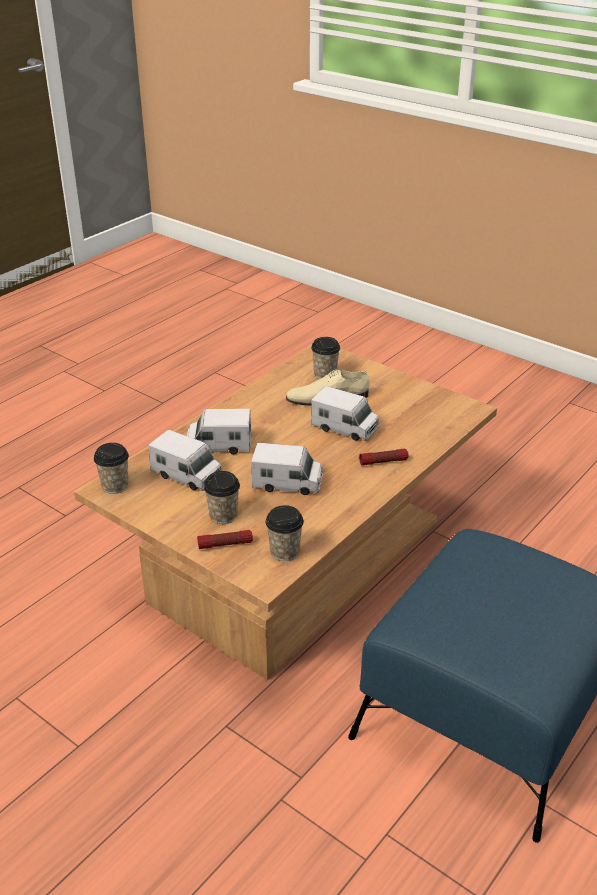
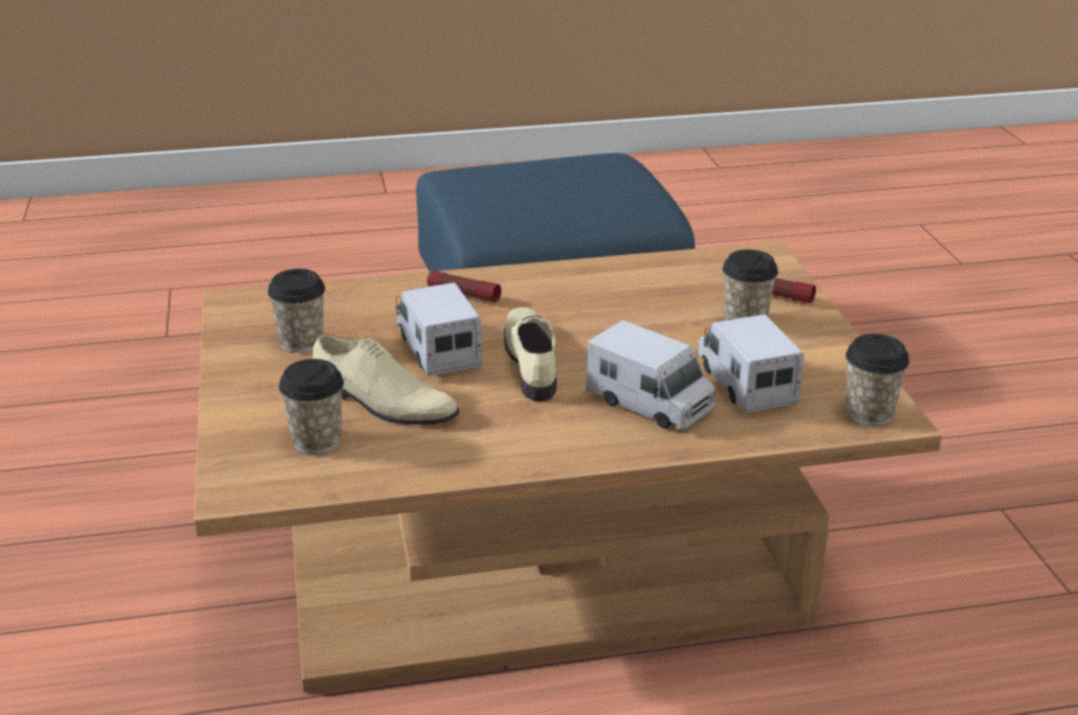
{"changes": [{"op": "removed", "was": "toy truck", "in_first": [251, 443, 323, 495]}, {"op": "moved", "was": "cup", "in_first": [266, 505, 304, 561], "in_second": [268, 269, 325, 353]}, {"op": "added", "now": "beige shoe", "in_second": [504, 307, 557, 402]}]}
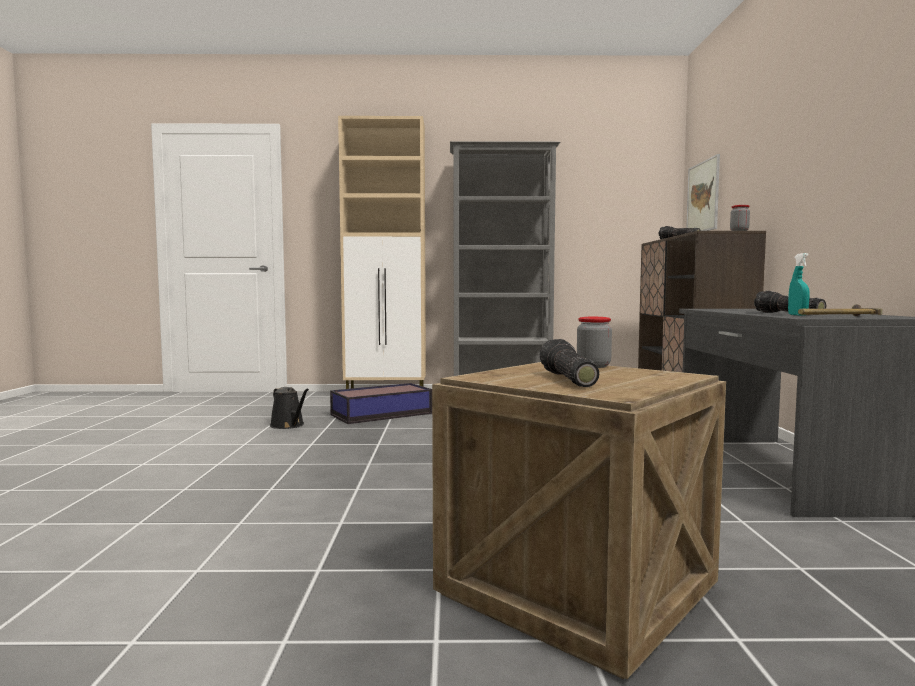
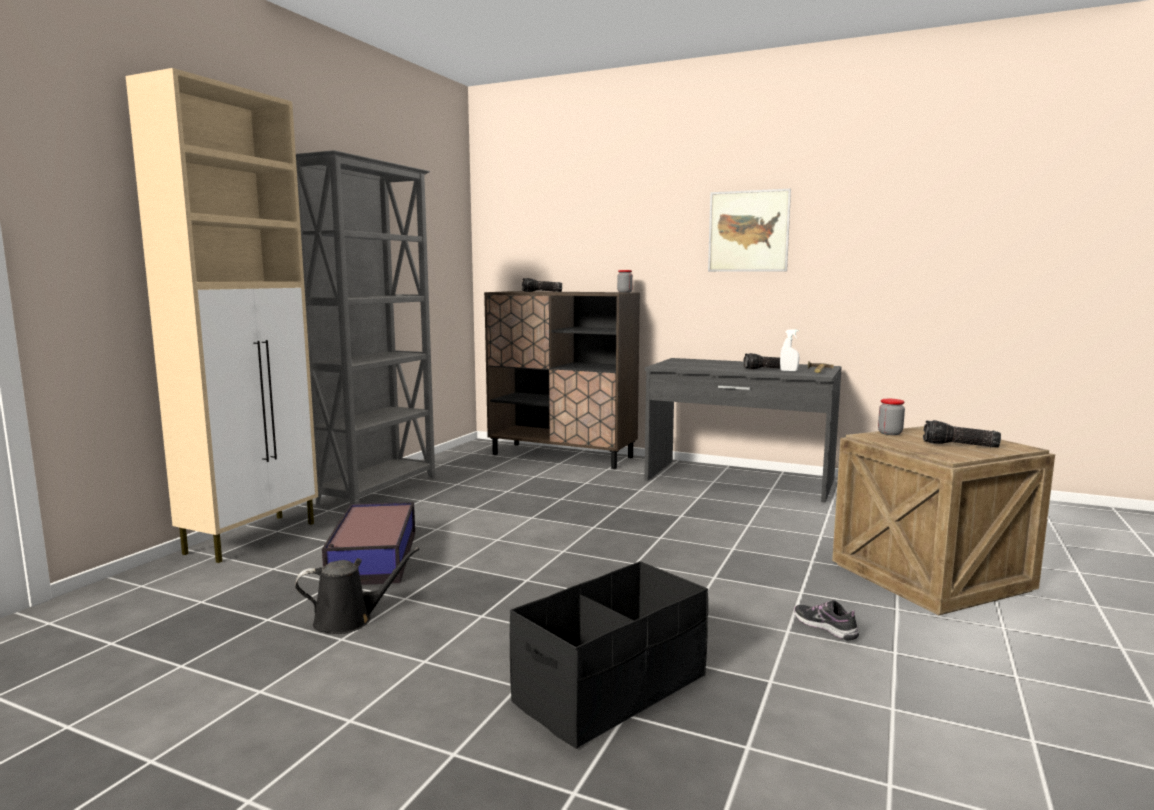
{"changes": [{"op": "moved", "was": "picture", "in_first": [686, 154, 720, 231], "in_second": [708, 189, 791, 272]}, {"op": "recoloured", "was": "turquoise spray bottle", "now": "white spray bottle", "in_first": [788, 253, 810, 316], "in_second": [780, 330, 799, 372]}, {"op": "added", "now": "black storage box", "in_second": [510, 561, 708, 749]}, {"op": "added", "now": "shoe", "in_second": [794, 600, 859, 641]}]}
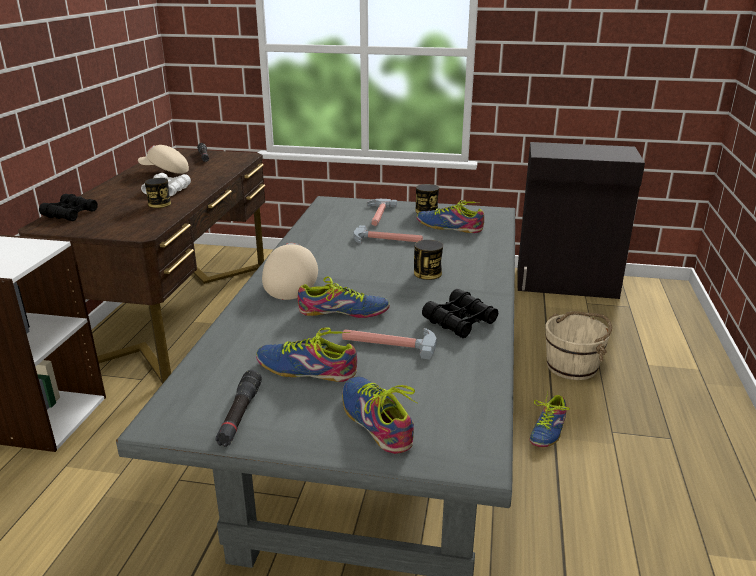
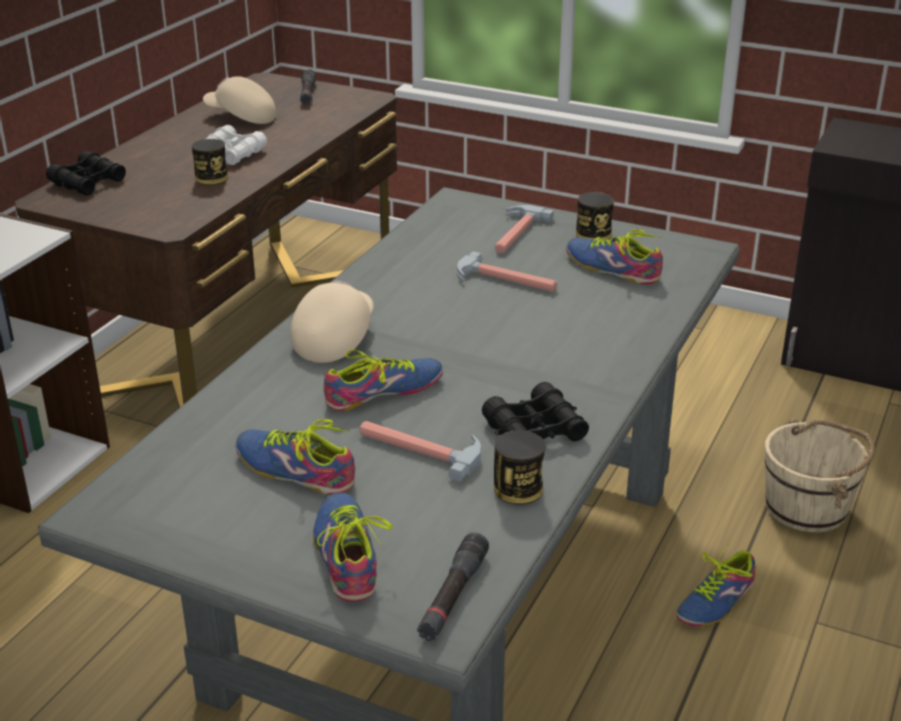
{"changes": [{"op": "moved", "was": "can", "in_first": [414, 240, 443, 280], "in_second": [494, 430, 545, 505]}, {"op": "turned", "was": "shoe", "in_first": [298, 277, 390, 318], "in_second": [324, 350, 443, 411], "clockwise": -45}, {"op": "moved", "was": "black flashlight", "in_first": [215, 370, 262, 447], "in_second": [417, 532, 489, 641]}]}
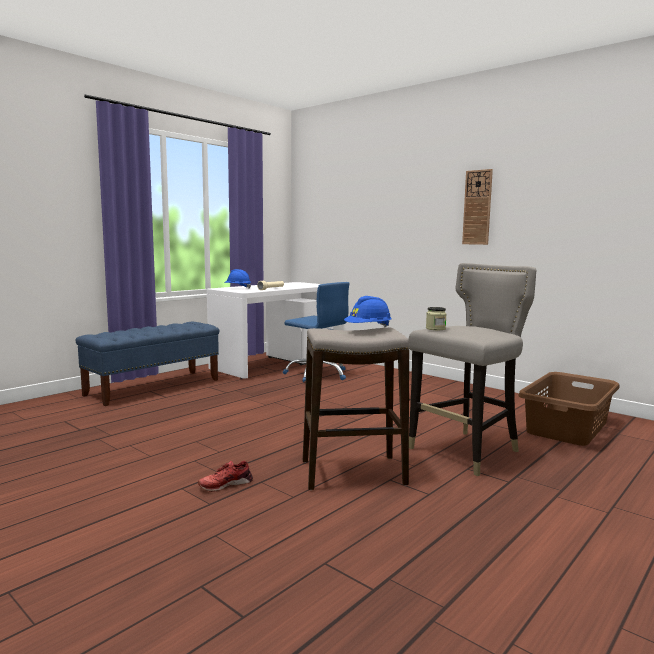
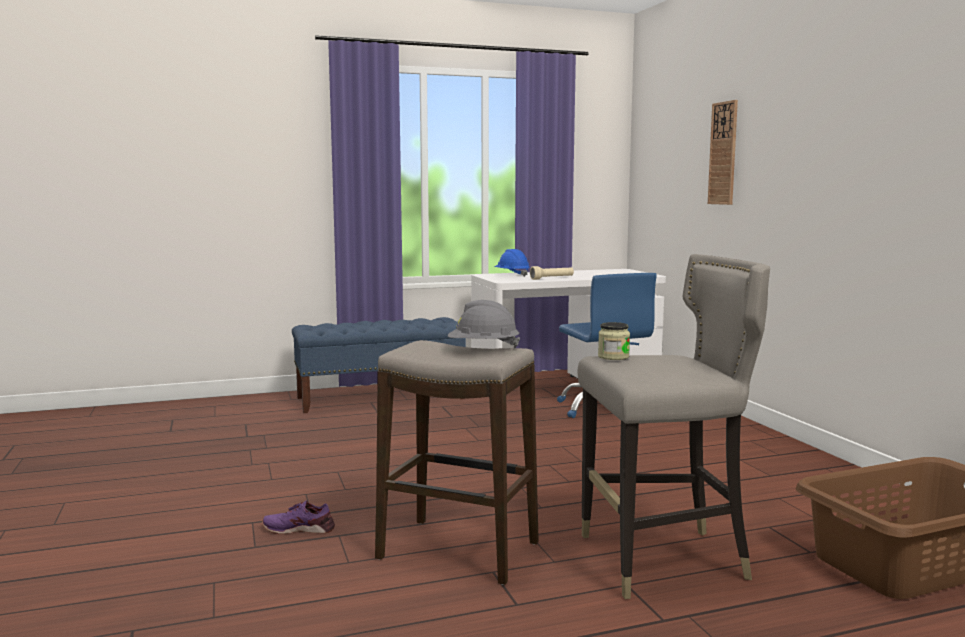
{"changes": [{"op": "moved", "was": "wall clock", "in_first": [462, 169, 493, 245], "in_second": [708, 100, 738, 205]}, {"op": "recoloured", "was": "blue hard hat", "now": "grey hard hat", "in_first": [344, 296, 392, 328], "in_second": [448, 300, 520, 348]}, {"op": "recoloured", "was": "red shoe", "now": "purple shoe", "in_first": [198, 461, 253, 492], "in_second": [263, 500, 335, 534]}]}
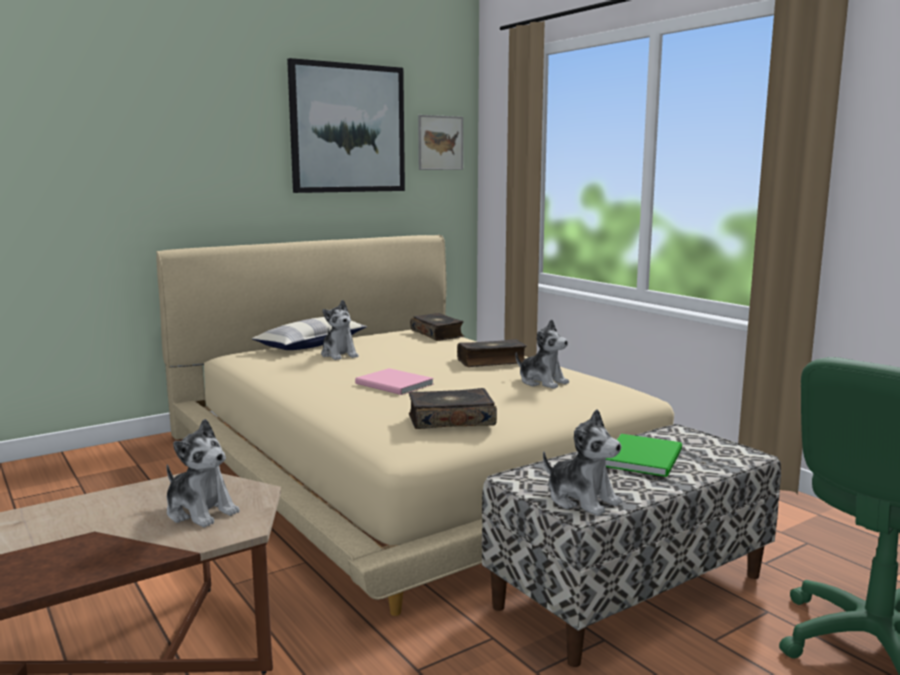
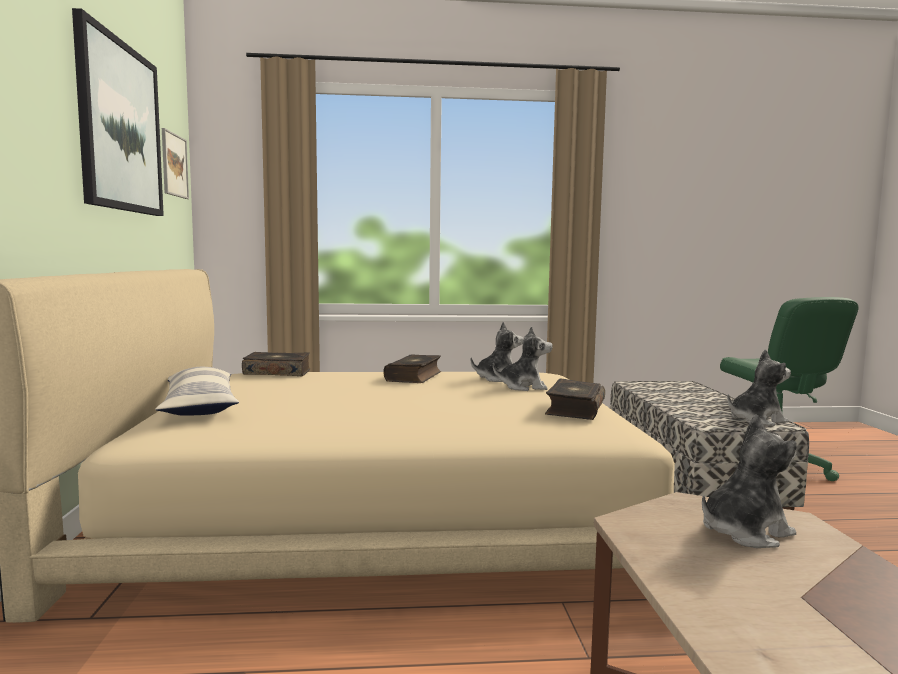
{"changes": [{"op": "moved", "was": "plush toy", "in_first": [321, 300, 358, 360], "in_second": [493, 326, 553, 391]}, {"op": "removed", "was": "pink book", "in_first": [355, 368, 434, 395]}, {"op": "removed", "was": "green book", "in_first": [605, 434, 682, 477]}]}
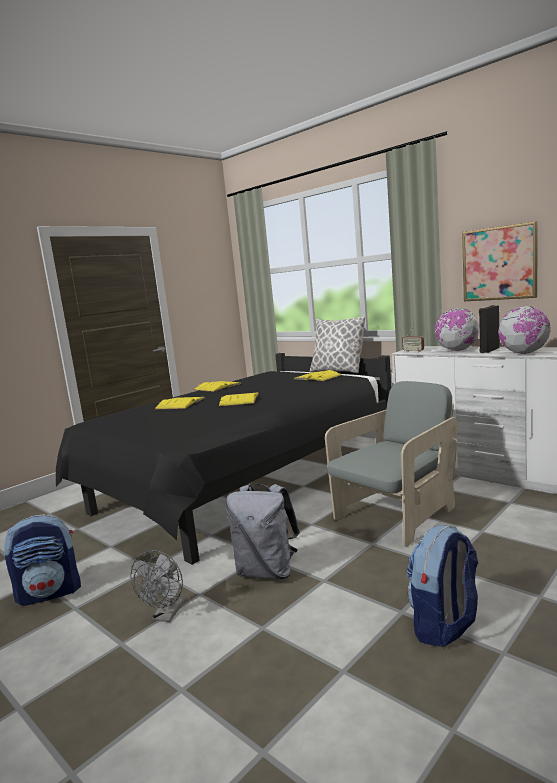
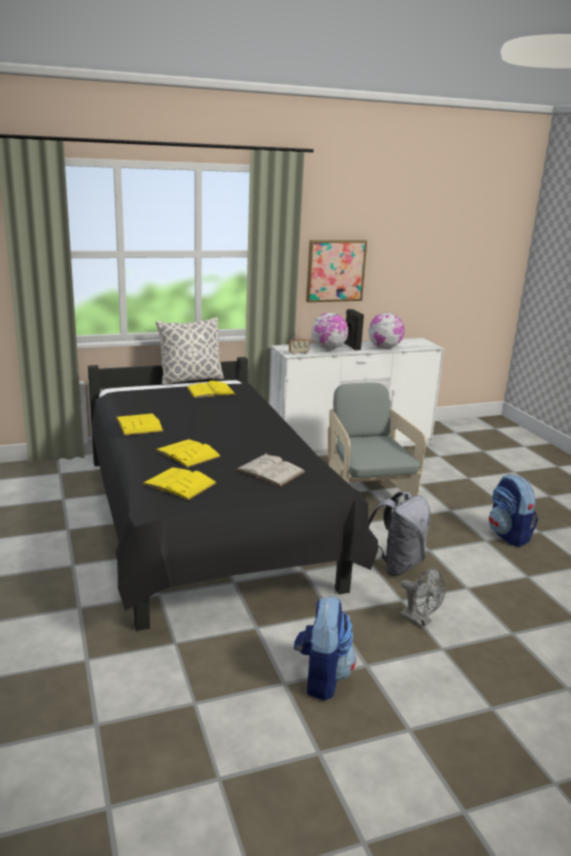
{"changes": [{"op": "moved", "was": "yellow book", "in_first": [218, 392, 259, 407], "in_second": [142, 467, 217, 500]}, {"op": "added", "now": "white book", "in_second": [235, 453, 305, 487]}]}
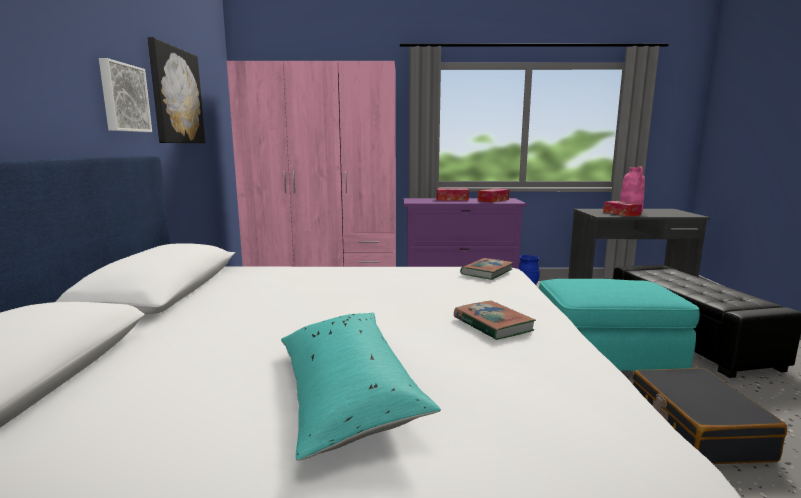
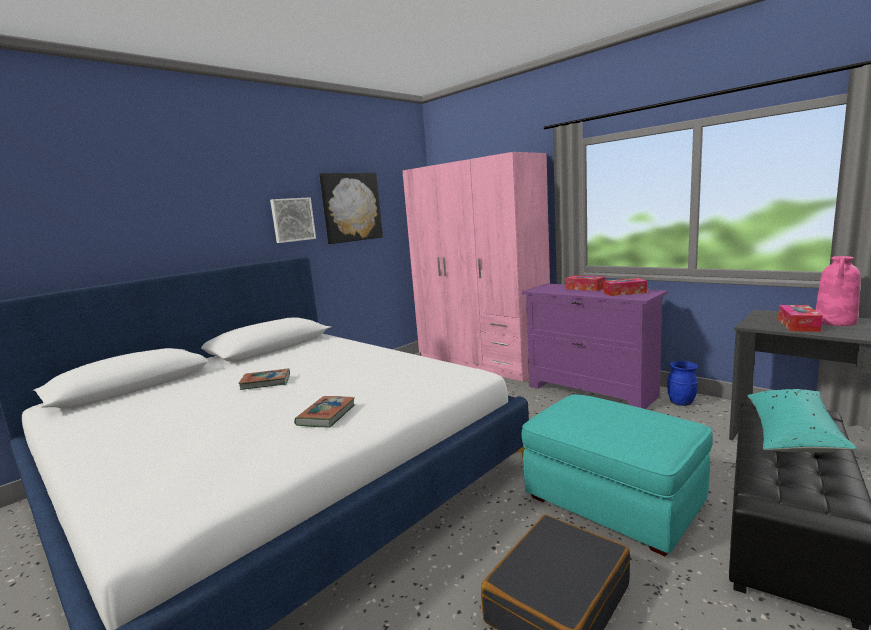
{"changes": [{"op": "moved", "was": "book", "in_first": [460, 258, 513, 280], "in_second": [238, 368, 290, 390]}, {"op": "moved", "was": "turquoise pillow", "in_first": [281, 313, 441, 461], "in_second": [747, 389, 857, 453]}]}
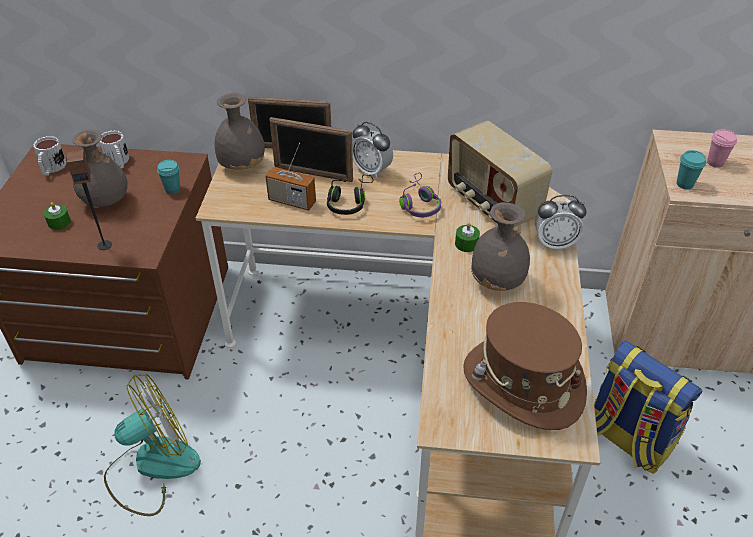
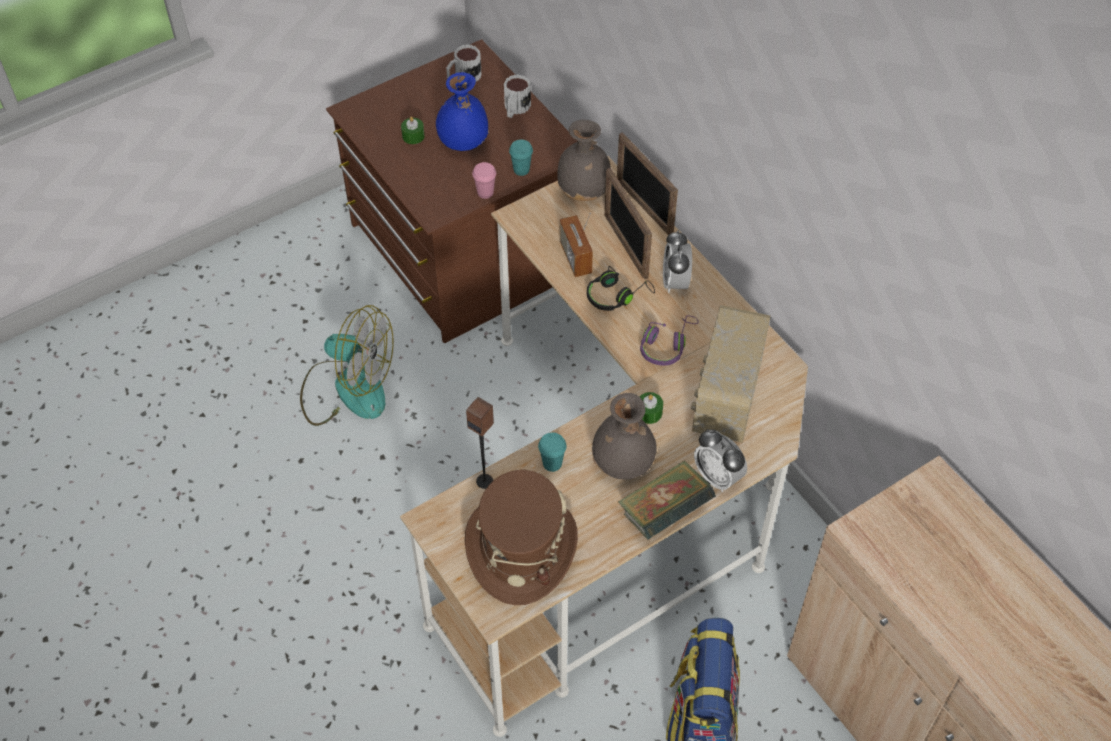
{"changes": [{"op": "recoloured", "was": "grey vase", "now": "blue vase", "in_first": [72, 129, 128, 208], "in_second": [436, 72, 489, 151]}, {"op": "moved", "was": "pink cup", "in_first": [707, 129, 737, 168], "in_second": [472, 162, 496, 199]}, {"op": "moved", "was": "speaker", "in_first": [67, 150, 112, 250], "in_second": [466, 397, 494, 489]}, {"op": "moved", "was": "turquoise cup", "in_first": [677, 150, 706, 189], "in_second": [538, 432, 567, 472]}, {"op": "added", "now": "book", "in_second": [618, 461, 716, 540]}]}
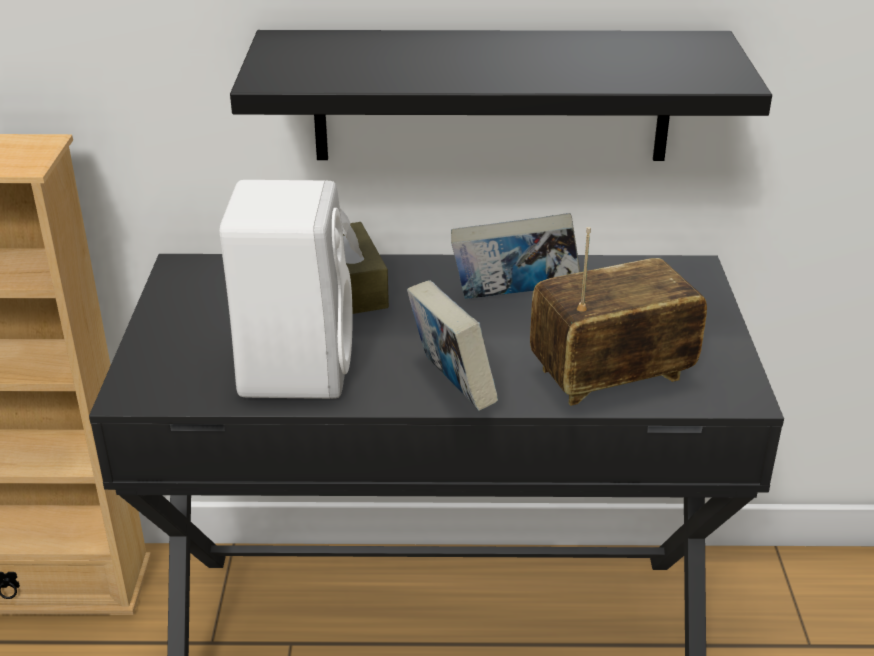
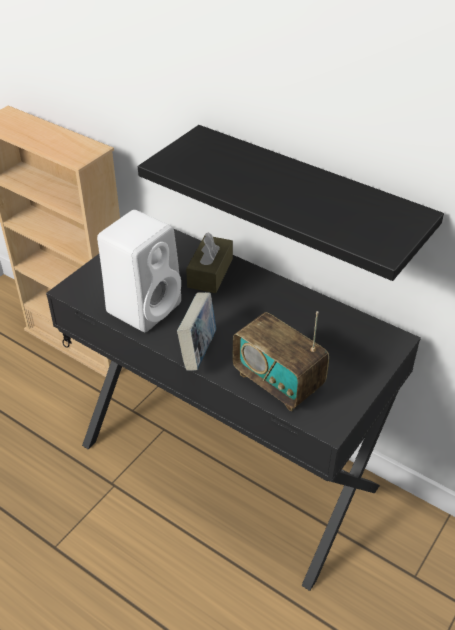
{"changes": [{"op": "removed", "was": "book", "in_first": [451, 213, 580, 299]}, {"op": "turned", "was": "radio", "in_first": [530, 227, 707, 406], "in_second": [233, 311, 329, 412], "clockwise": -150}]}
